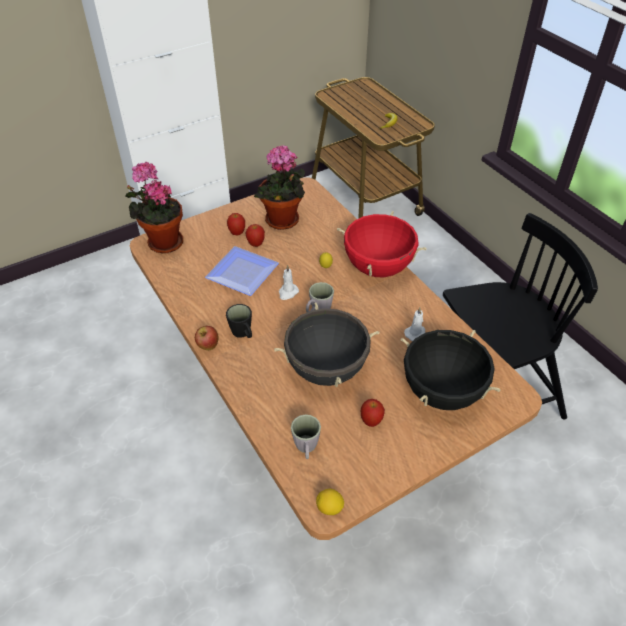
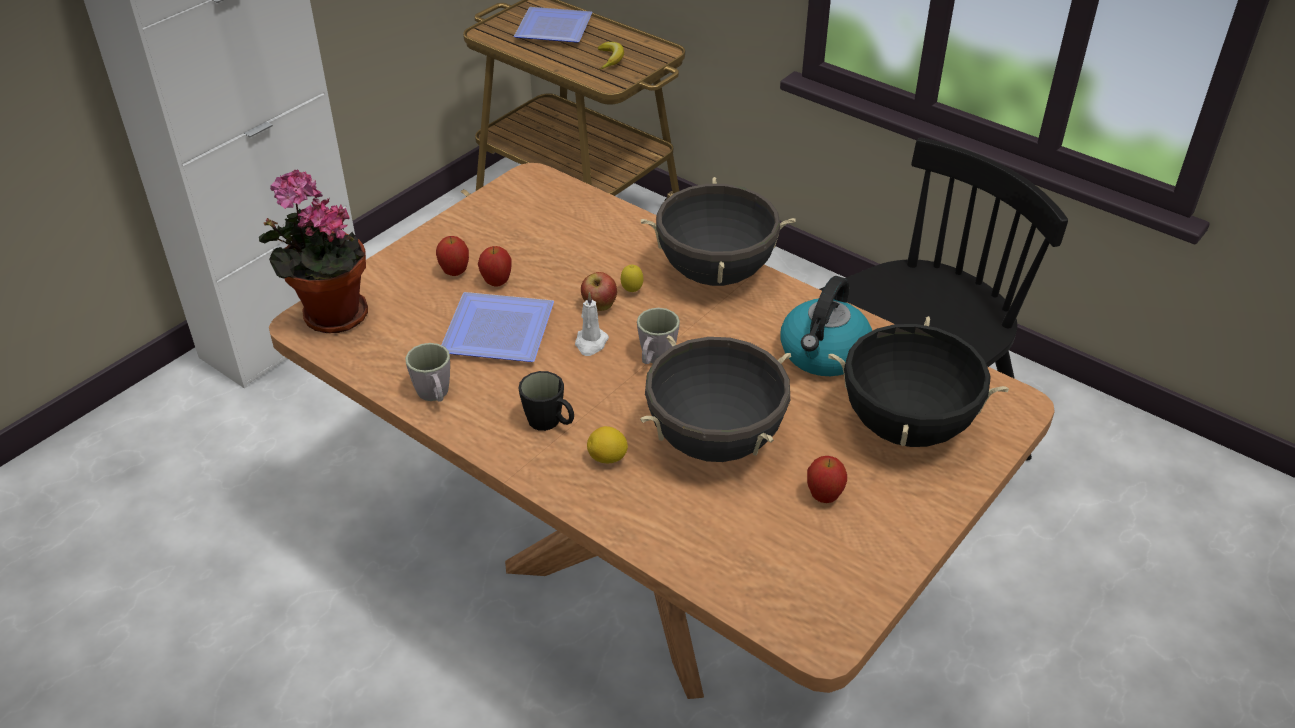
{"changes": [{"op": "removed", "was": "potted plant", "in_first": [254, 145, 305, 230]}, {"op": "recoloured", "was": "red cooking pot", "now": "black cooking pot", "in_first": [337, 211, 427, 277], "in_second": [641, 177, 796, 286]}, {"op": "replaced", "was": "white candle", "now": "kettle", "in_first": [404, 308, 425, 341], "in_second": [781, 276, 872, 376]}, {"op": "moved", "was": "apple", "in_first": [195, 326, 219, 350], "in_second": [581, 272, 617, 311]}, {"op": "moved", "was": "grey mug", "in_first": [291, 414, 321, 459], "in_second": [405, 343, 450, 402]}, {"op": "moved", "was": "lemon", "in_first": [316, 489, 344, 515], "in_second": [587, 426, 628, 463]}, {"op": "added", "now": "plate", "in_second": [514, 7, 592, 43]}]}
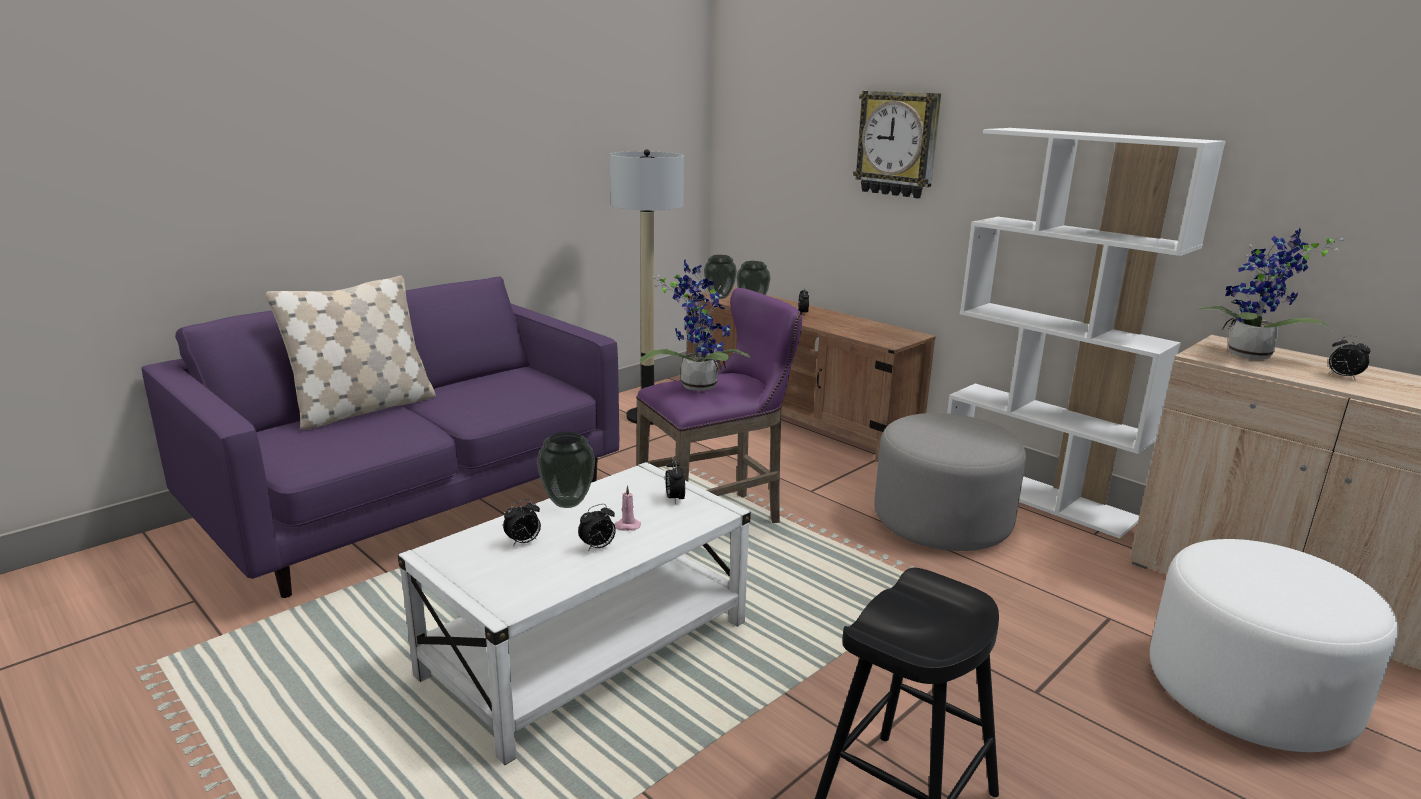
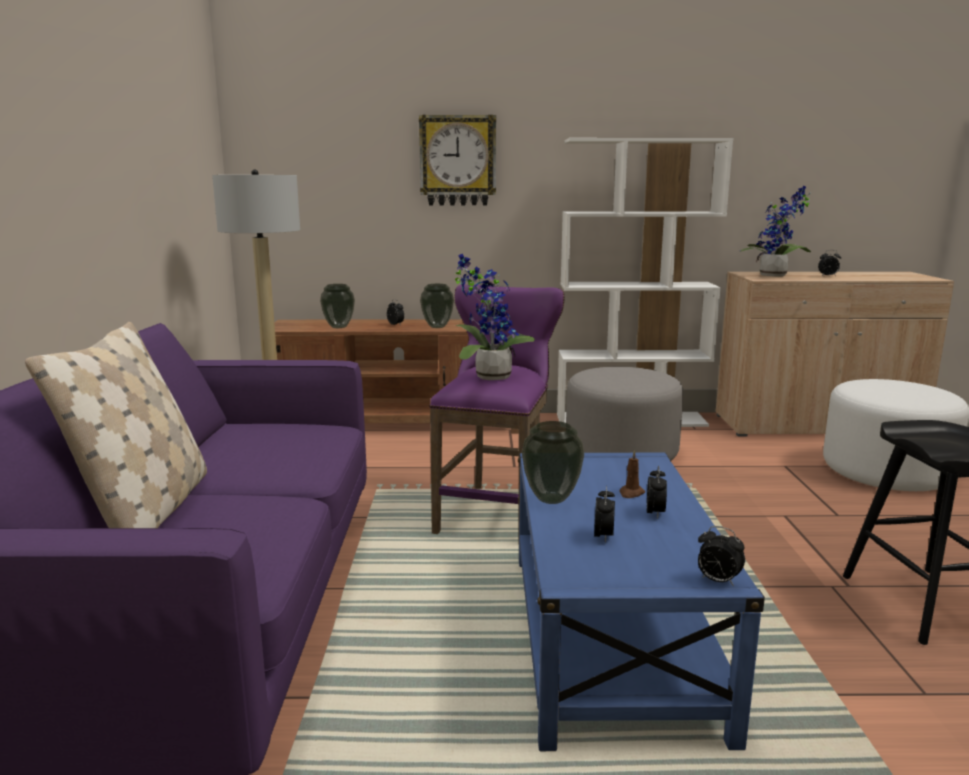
{"changes": [{"op": "moved", "was": "vase", "in_first": [704, 255, 737, 299], "in_second": [420, 284, 454, 328]}, {"op": "moved", "was": "alarm clock", "in_first": [665, 458, 685, 504], "in_second": [698, 526, 745, 586]}, {"op": "recoloured", "was": "white coffee table", "now": "blue coffee table", "in_first": [398, 462, 751, 765], "in_second": [518, 453, 765, 751]}, {"op": "recoloured", "was": "pink candle", "now": "brown candle", "in_first": [614, 485, 641, 531], "in_second": [620, 450, 645, 498]}]}
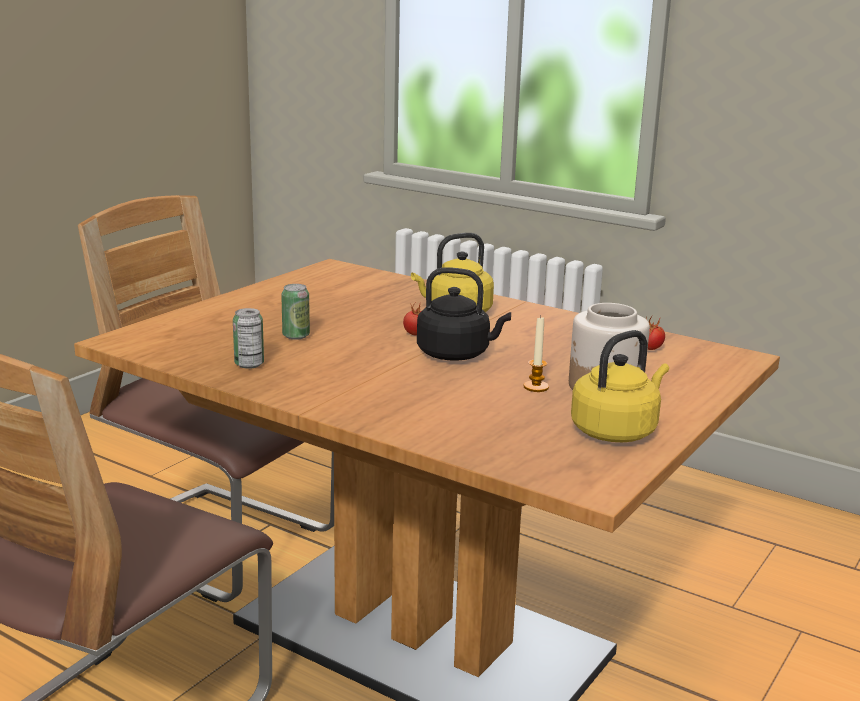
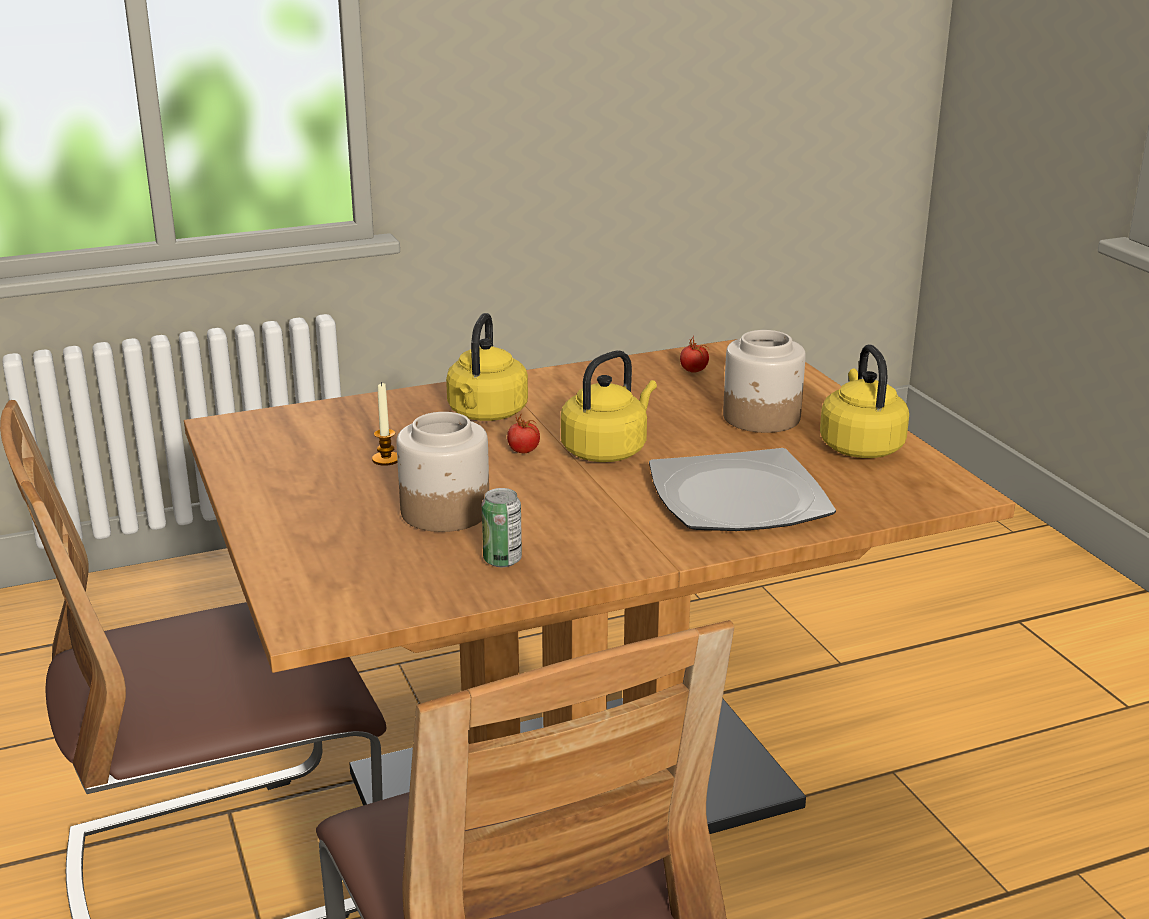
{"changes": [{"op": "recoloured", "was": "black kettle", "now": "yellow kettle", "in_first": [417, 267, 511, 361], "in_second": [561, 350, 657, 462]}, {"op": "replaced", "was": "can", "now": "jar", "in_first": [281, 284, 310, 340], "in_second": [397, 412, 489, 532]}, {"op": "moved", "was": "candle", "in_first": [523, 316, 549, 392], "in_second": [372, 382, 398, 466]}, {"op": "added", "now": "plate", "in_second": [649, 448, 836, 531]}]}
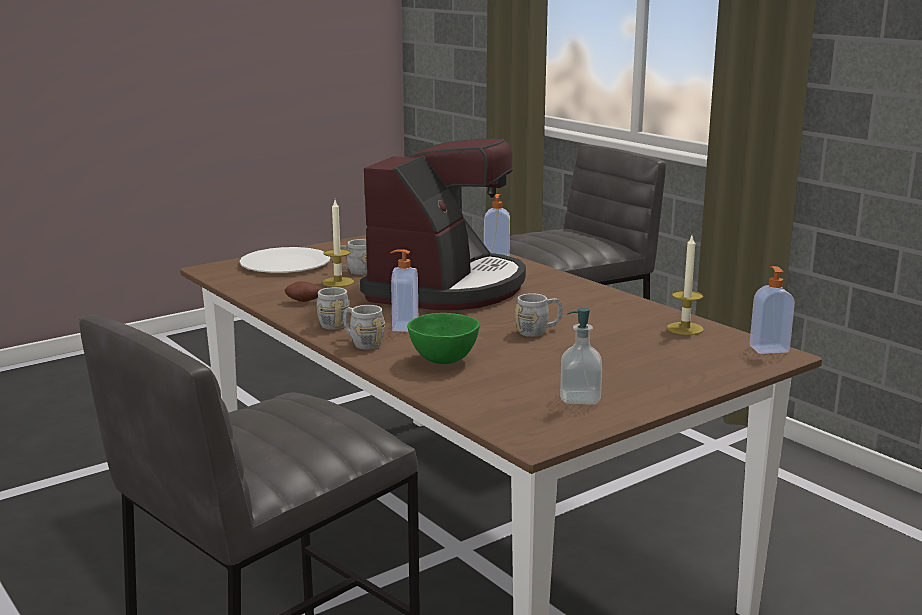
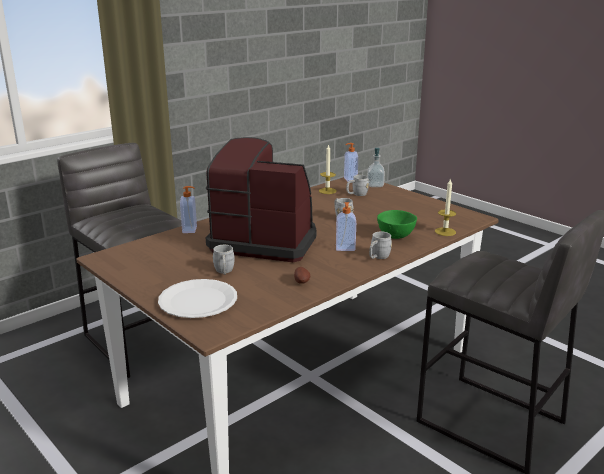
{"changes": [{"op": "moved", "was": "candle", "in_first": [322, 200, 354, 287], "in_second": [435, 178, 456, 236]}, {"op": "moved", "was": "grey mug", "in_first": [317, 287, 350, 330], "in_second": [346, 175, 369, 196]}, {"op": "moved", "was": "soap dispenser", "in_first": [560, 307, 602, 405], "in_second": [367, 148, 385, 187]}]}
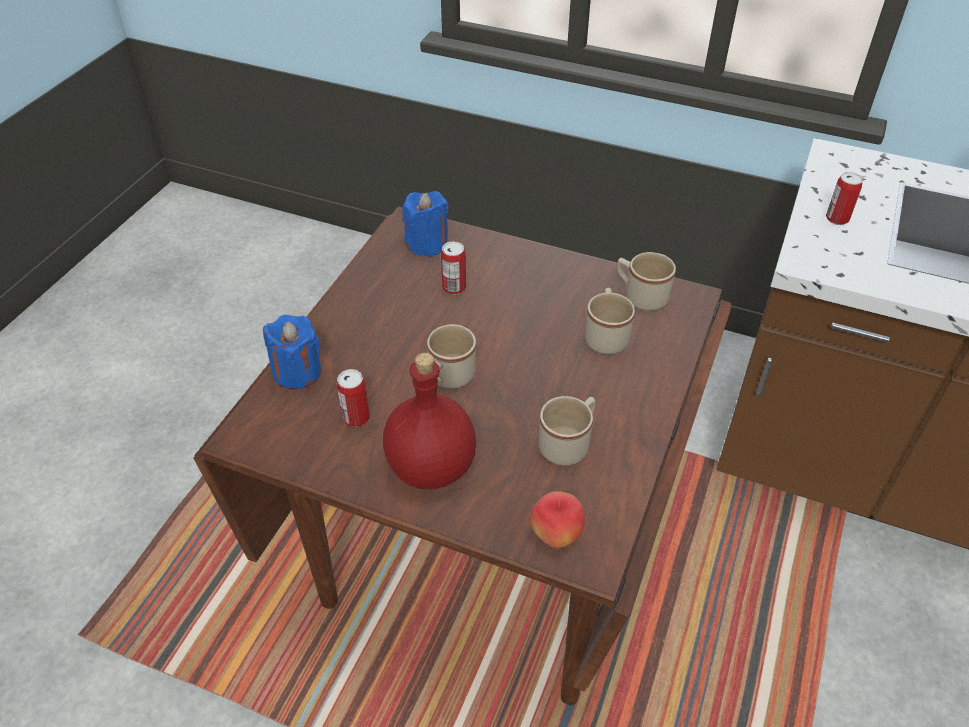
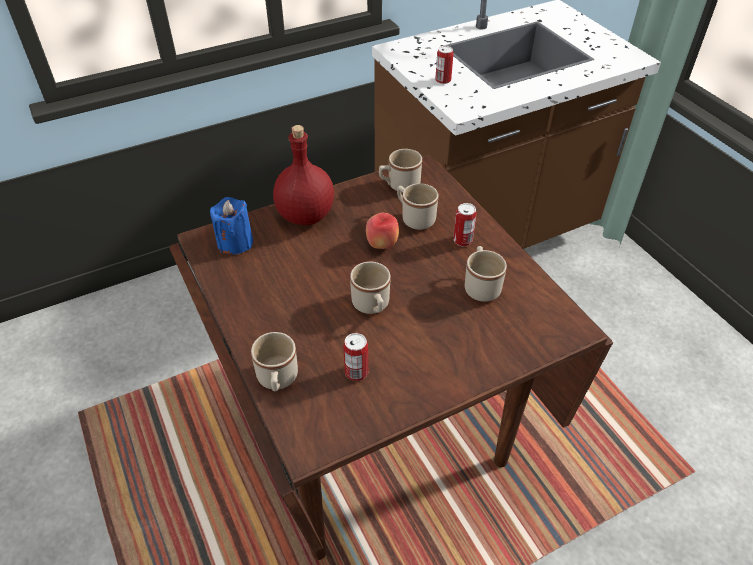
{"changes": [{"op": "moved", "was": "can", "in_first": [441, 241, 466, 295], "in_second": [453, 203, 477, 246]}, {"op": "replaced", "was": "blue candle", "now": "beige mug", "in_first": [263, 315, 322, 389], "in_second": [251, 332, 298, 391]}, {"op": "moved", "was": "red bottle", "in_first": [383, 353, 476, 489], "in_second": [273, 125, 334, 225]}, {"op": "moved", "was": "apple", "in_first": [530, 491, 585, 548], "in_second": [366, 213, 399, 249]}]}
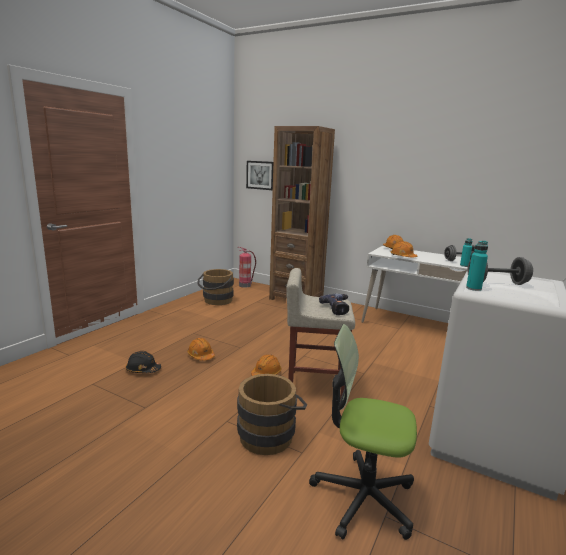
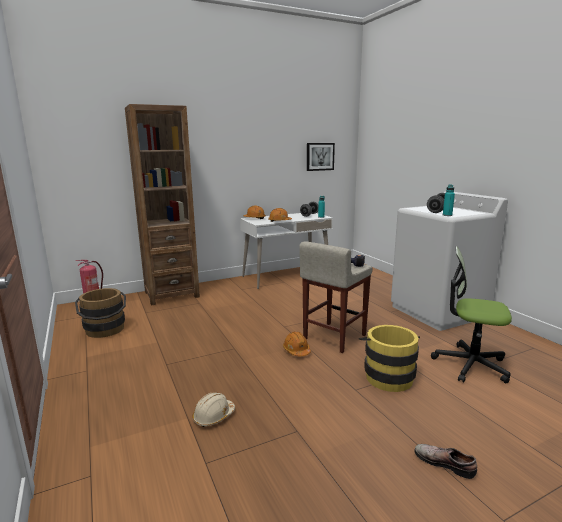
{"changes": [{"op": "moved", "was": "picture", "in_first": [246, 161, 273, 190], "in_second": [307, 143, 335, 171]}, {"op": "turned", "was": "office chair", "in_first": [309, 324, 417, 540], "in_second": [431, 246, 512, 384], "clockwise": 60}, {"op": "removed", "was": "orange hard hat", "in_first": [187, 338, 215, 361]}, {"op": "recoloured", "was": "black hard hat", "now": "beige hard hat", "in_first": [125, 351, 161, 373], "in_second": [192, 392, 235, 427]}, {"op": "recoloured", "was": "brown bucket", "now": "yellow bucket", "in_first": [237, 374, 307, 455], "in_second": [359, 325, 420, 392]}, {"op": "added", "now": "shoe", "in_second": [414, 444, 477, 479]}]}
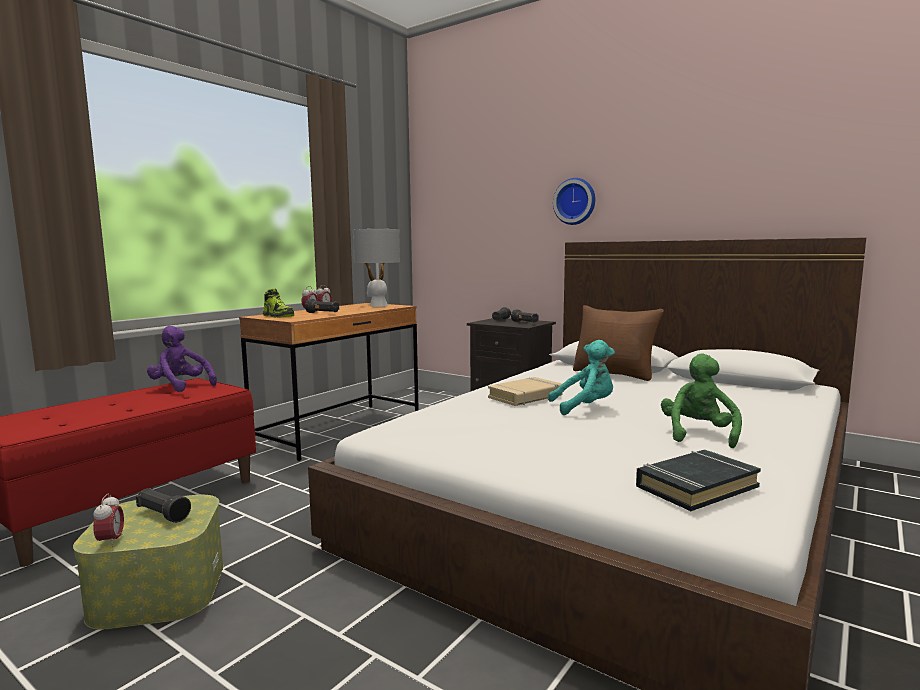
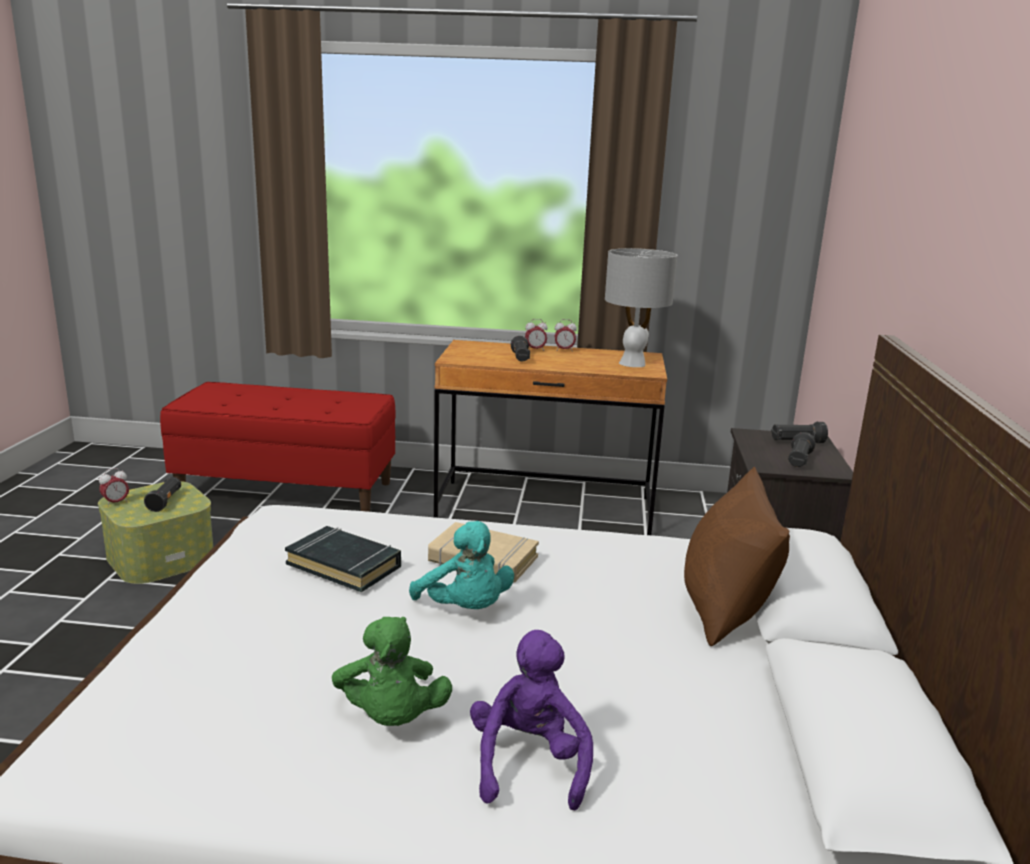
{"changes": [{"op": "removed", "was": "wall clock", "in_first": [553, 178, 595, 225]}, {"op": "removed", "was": "shoe", "in_first": [263, 288, 294, 318]}, {"op": "moved", "was": "purple plush toy", "in_first": [147, 326, 217, 392], "in_second": [470, 630, 593, 810]}, {"op": "turned", "was": "green plush toy", "in_first": [661, 353, 742, 448], "in_second": [332, 617, 452, 726], "clockwise": 90}, {"op": "moved", "was": "black book", "in_first": [636, 450, 761, 511], "in_second": [285, 526, 401, 592]}]}
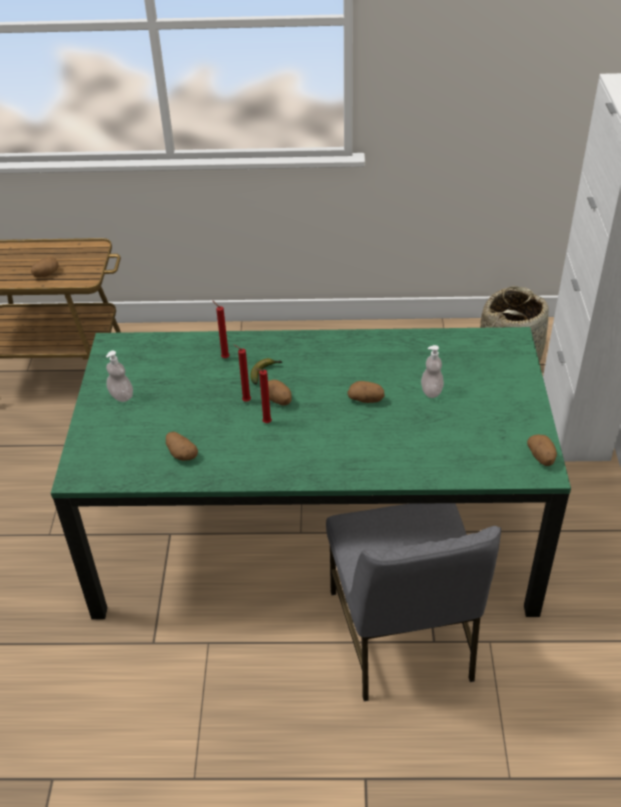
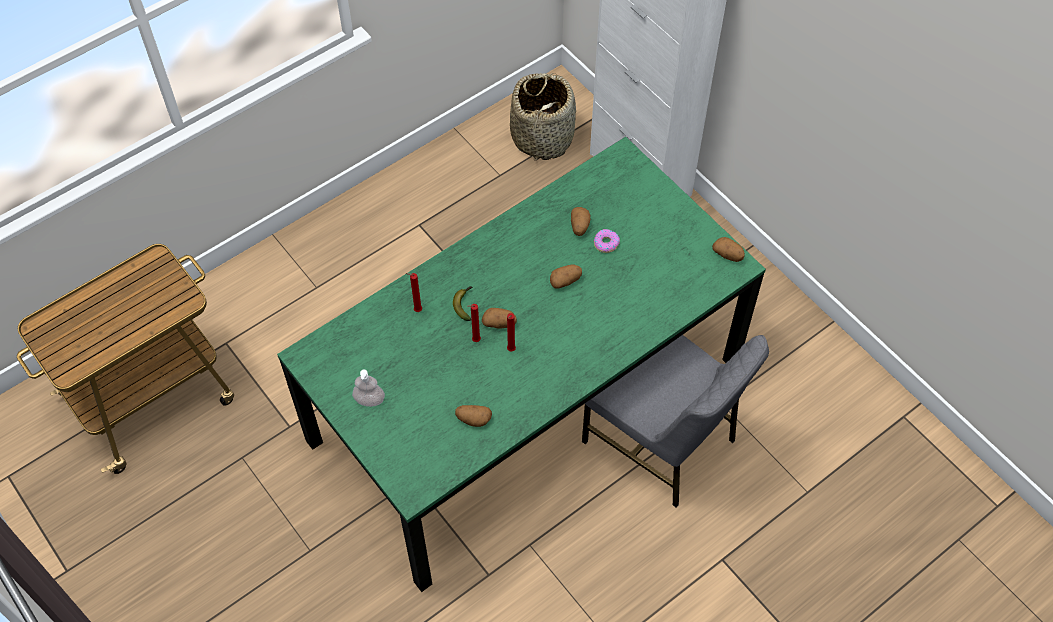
{"changes": [{"op": "moved", "was": "potato", "in_first": [31, 257, 58, 277], "in_second": [571, 207, 590, 236]}, {"op": "replaced", "was": "soap dispenser", "now": "donut", "in_first": [421, 345, 444, 398], "in_second": [594, 229, 620, 253]}]}
